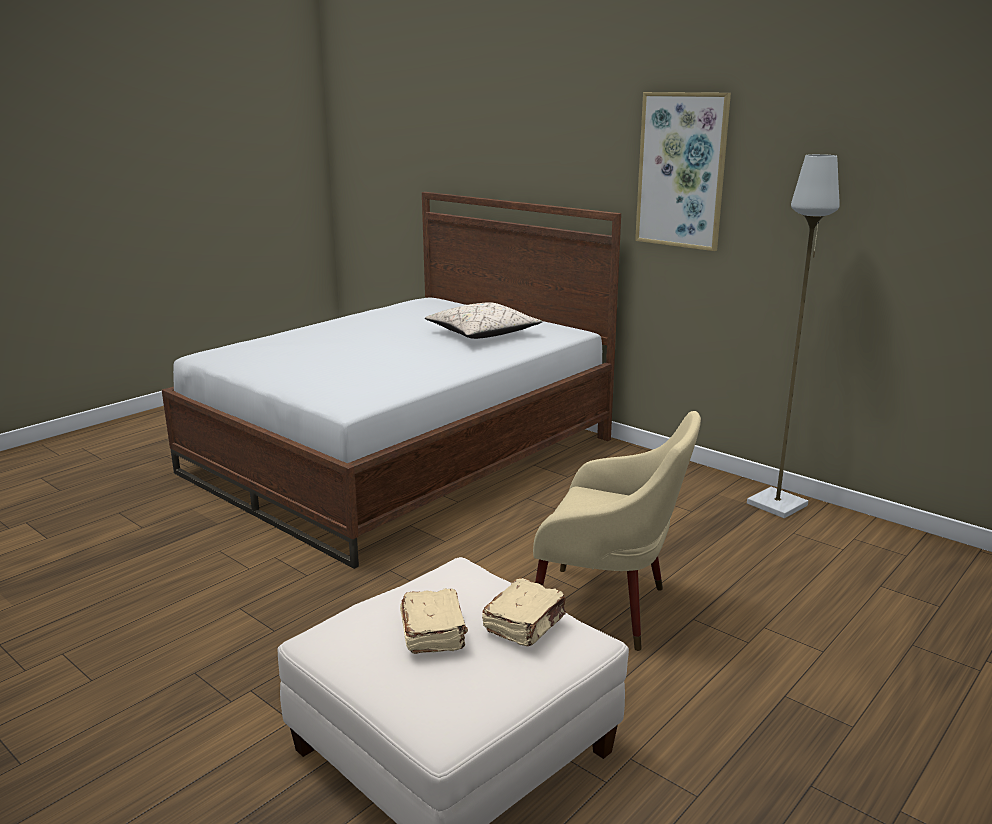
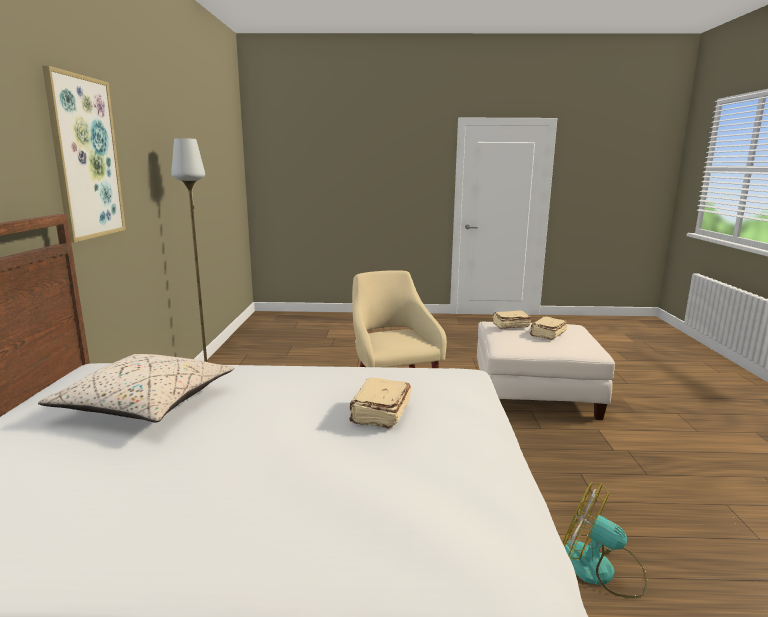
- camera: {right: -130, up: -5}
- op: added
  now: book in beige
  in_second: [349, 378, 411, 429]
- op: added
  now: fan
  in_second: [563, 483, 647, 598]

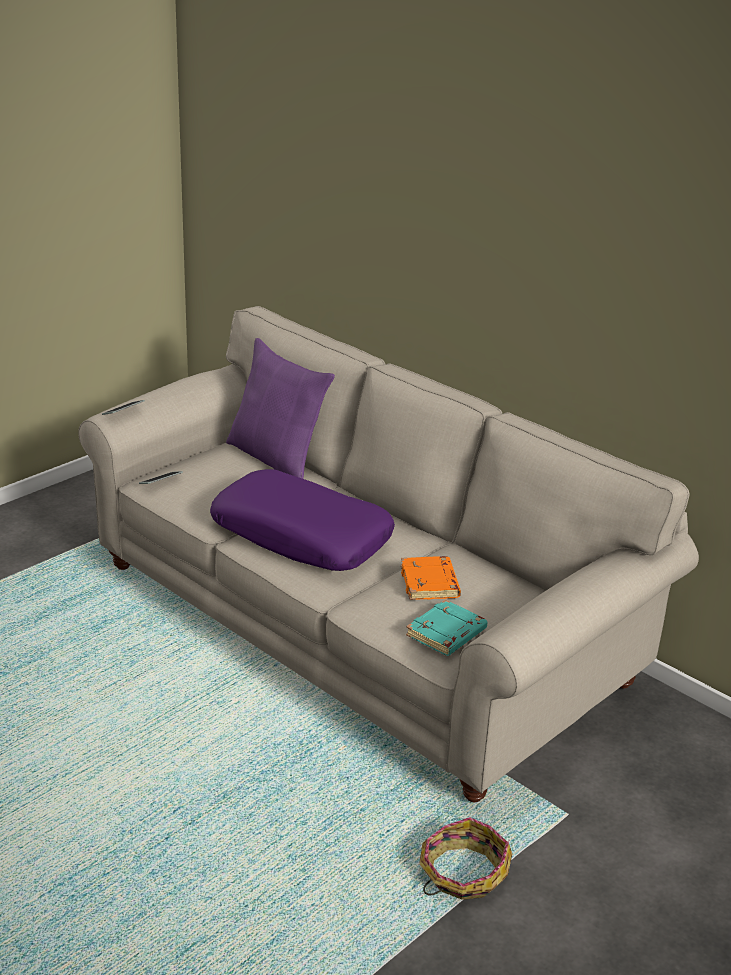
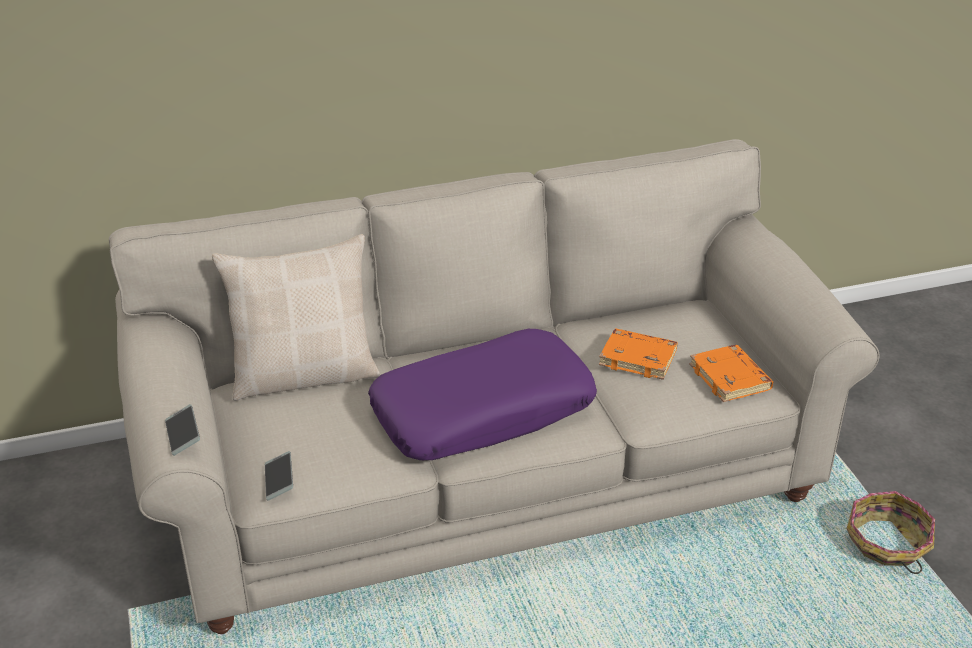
- camera: {right: -60, up: 5}
- op: recoloured
  was: pillow in purple
  now: pillow in beige
  in_first: [226, 338, 335, 479]
  in_second: [212, 234, 380, 401]
- op: recoloured
  was: book in turquoise
  now: book in orange
  in_first: [406, 599, 487, 656]
  in_second: [689, 345, 773, 402]

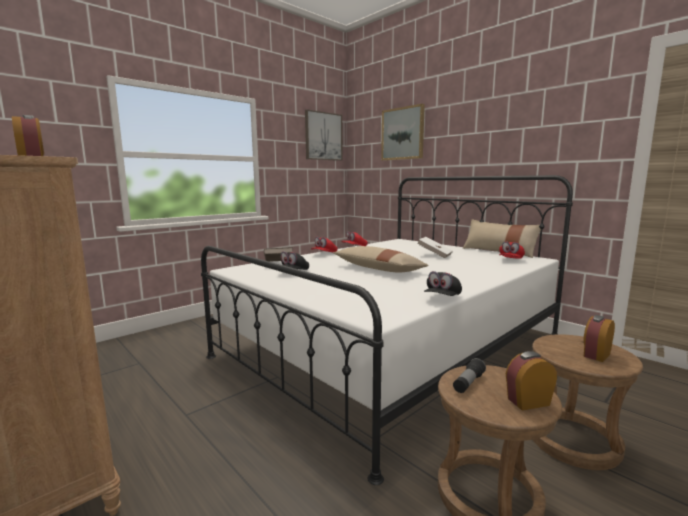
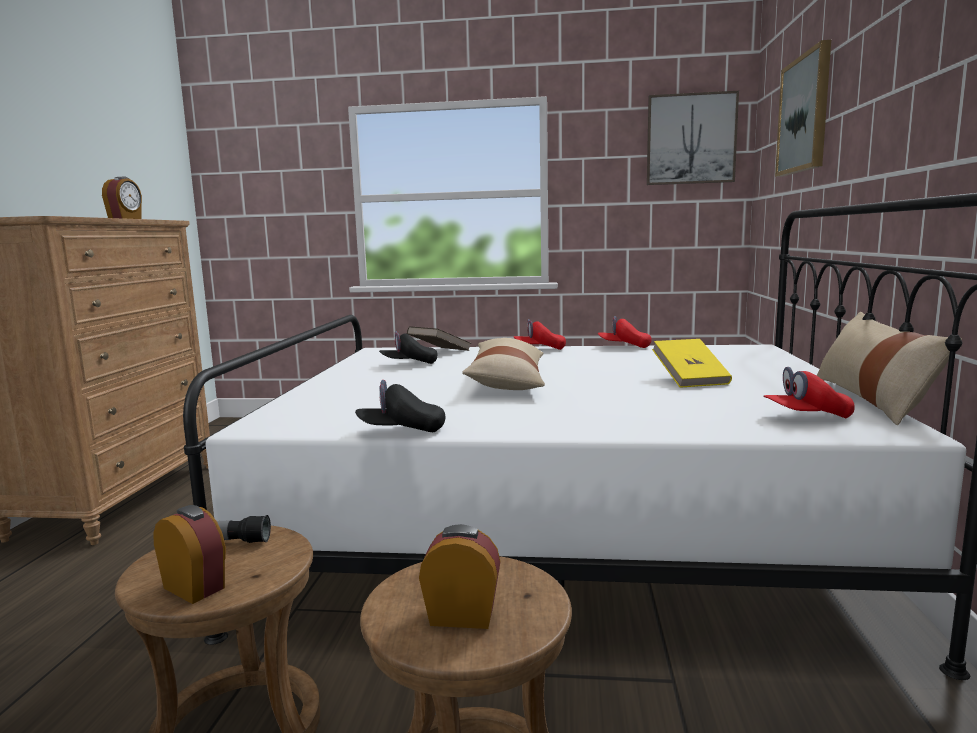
- camera: {right: 50, up: 0}
- op: recoloured
  was: book in white
  now: book in yellow
  in_first: [417, 237, 453, 259]
  in_second: [652, 339, 732, 388]

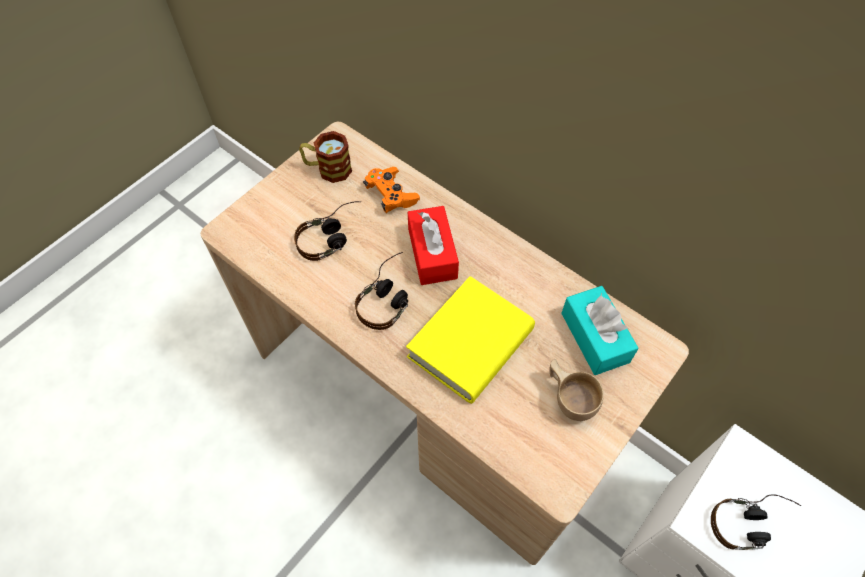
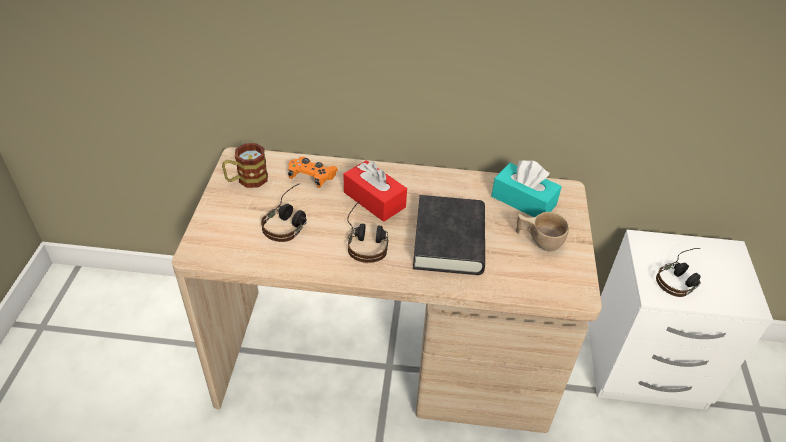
- camera: {right: -35, up: -15}
- op: recoloured
  was: book in yellow
  now: book in black
  in_first: [406, 276, 535, 404]
  in_second: [413, 195, 485, 275]

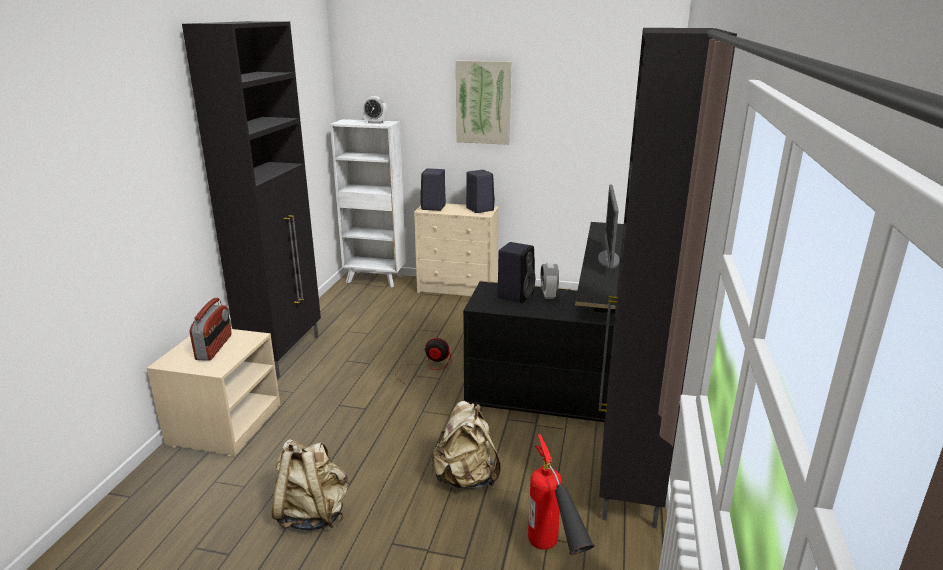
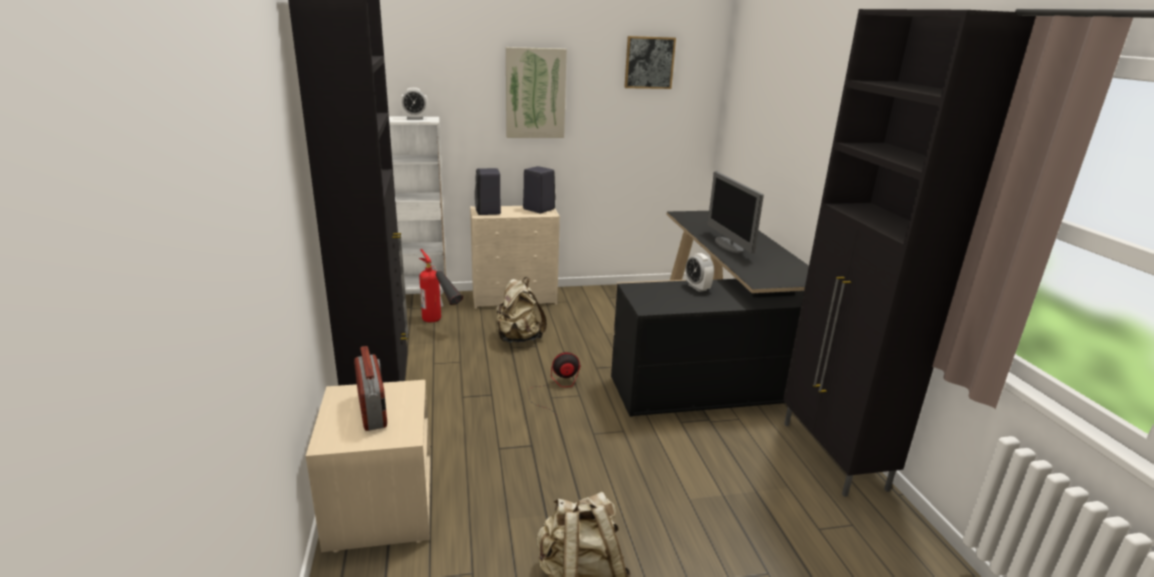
- camera: {right: -25, up: 0}
- op: removed
  was: speaker in black
  in_first: [497, 242, 535, 303]
- op: moved
  was: backpack in beige
  in_first: [432, 401, 501, 489]
  in_second: [496, 277, 547, 343]
- op: moved
  was: fire extinguisher
  in_first: [528, 434, 595, 555]
  in_second: [419, 249, 463, 322]
- op: added
  now: picture
  in_second: [624, 36, 676, 89]

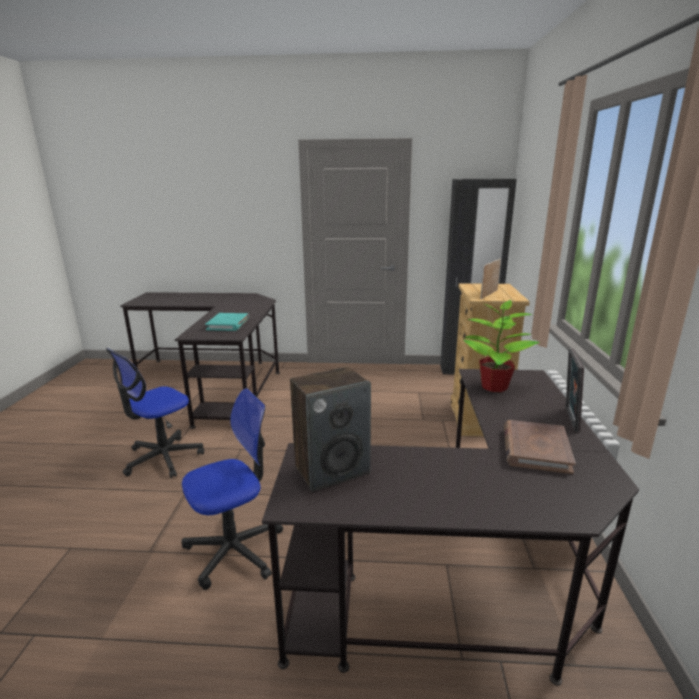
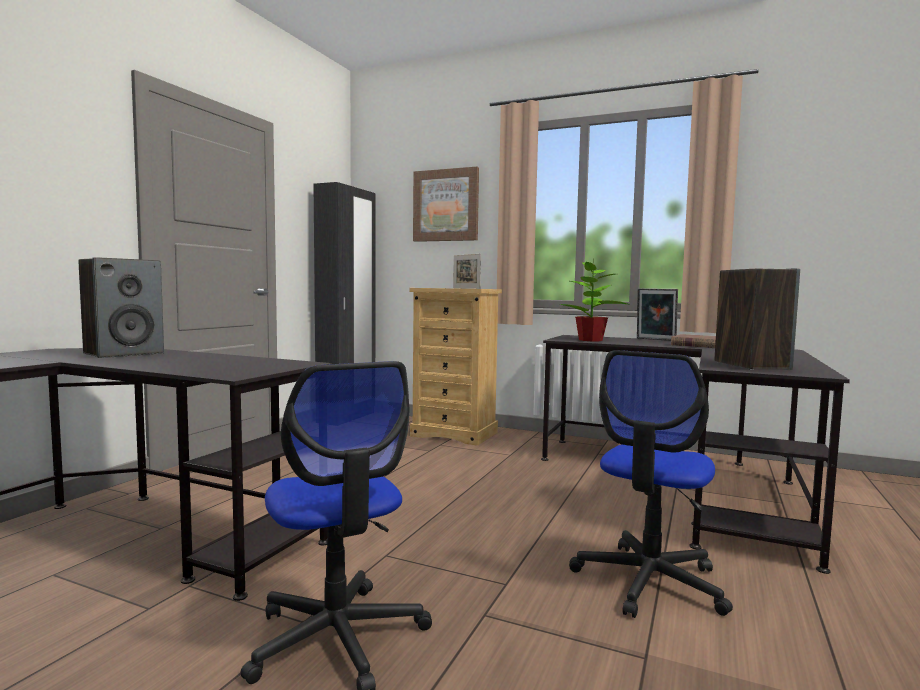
- camera: {right: -70, up: -15}
- op: removed
  was: book in turquoise
  in_first: [205, 313, 250, 331]
- op: turned
  was: office chair
  in_first: [181, 388, 283, 590]
  in_second: [569, 350, 733, 618]
  clockwise: -135
- op: added
  now: picture
  in_second: [413, 167, 479, 242]
- op: added
  now: speaker
  in_second: [79, 257, 164, 358]

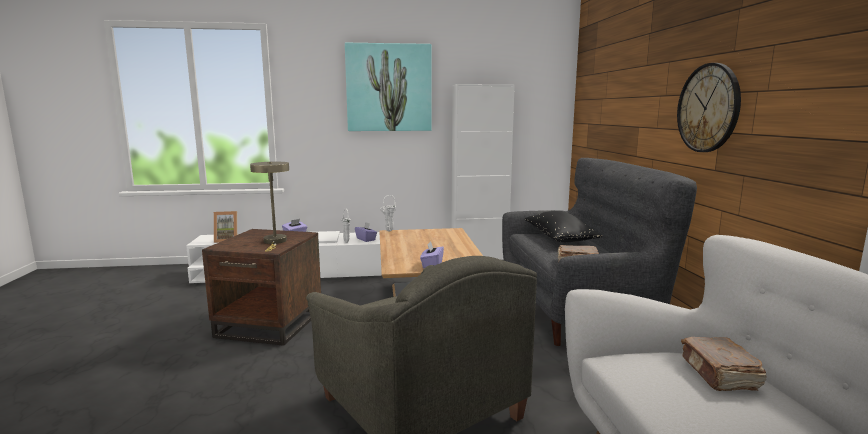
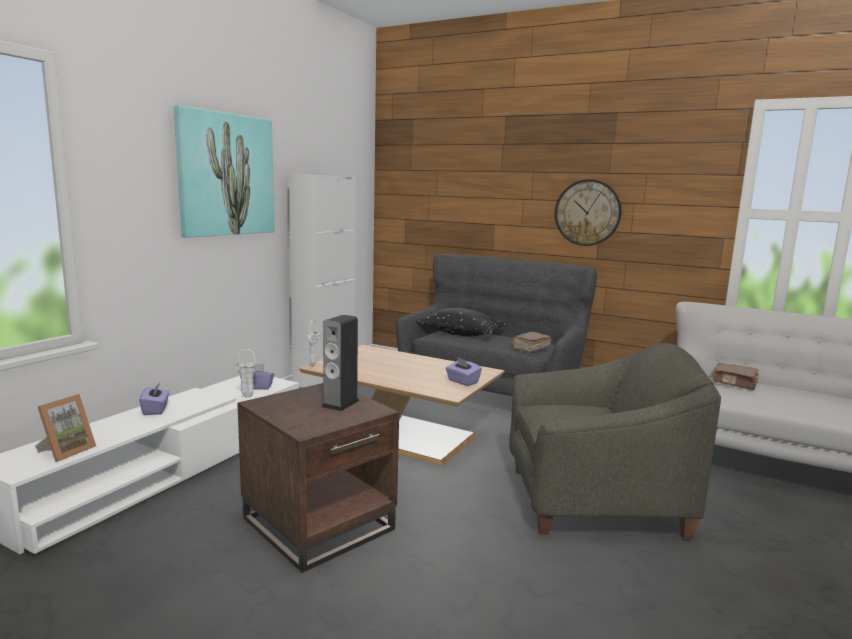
- camera: {right: -55, up: 0}
- op: replaced
  was: table lamp in beige
  now: speaker
  in_first: [250, 162, 289, 252]
  in_second: [321, 315, 360, 412]

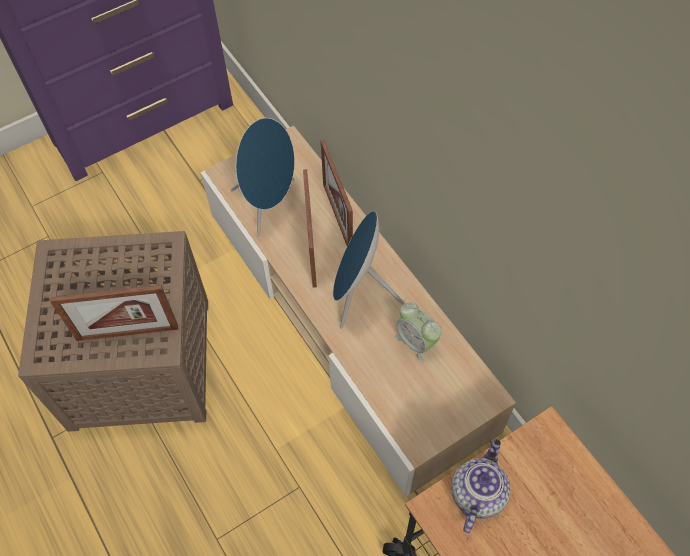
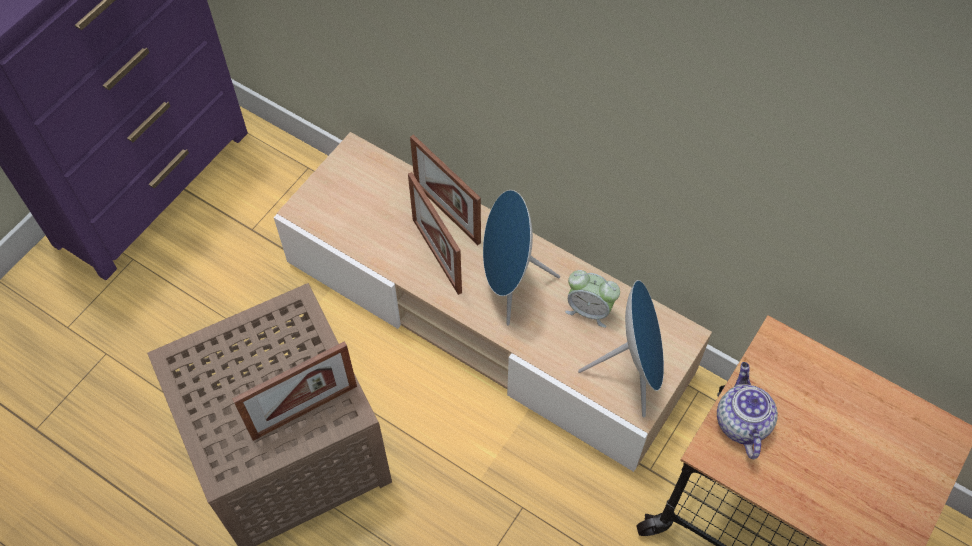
- camera: {right: -25, up: 0}
- op: moved
  was: speaker in blue
  in_first: [231, 118, 295, 237]
  in_second: [578, 280, 664, 417]

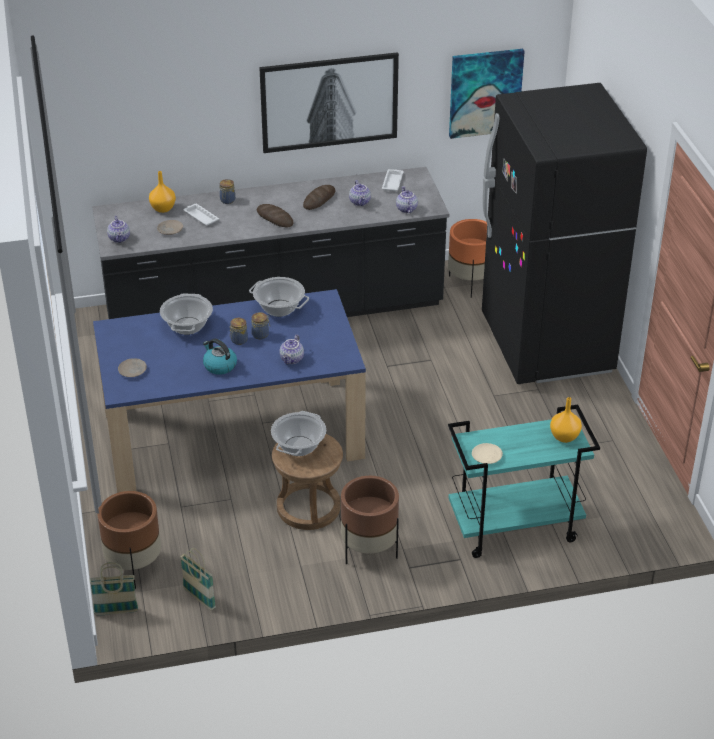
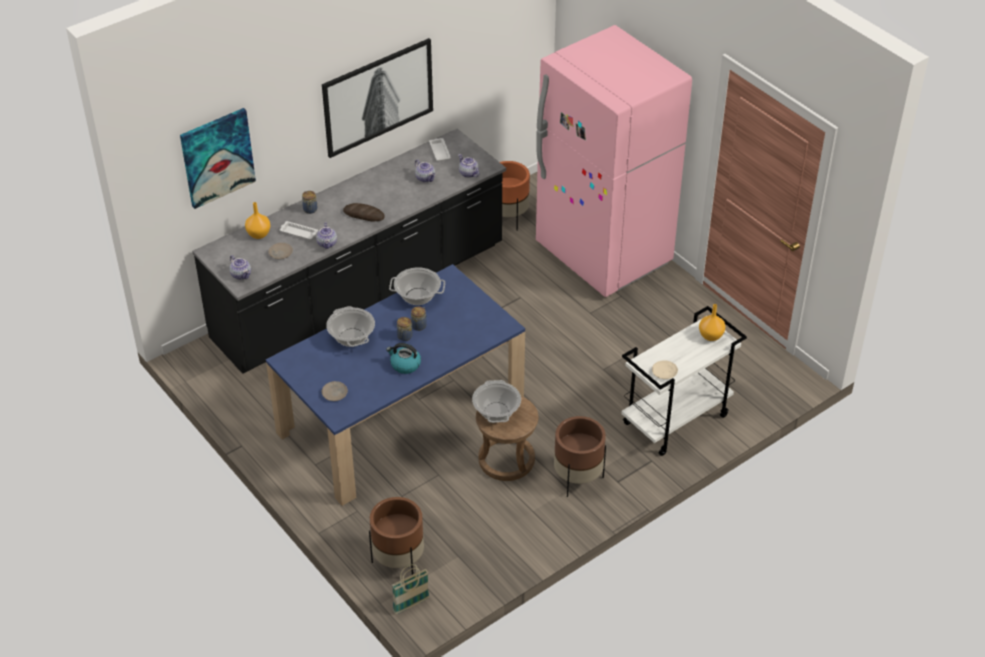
- camera: {right: -25, up: 5}
- op: moved
  was: picture
  in_first: [449, 49, 525, 139]
  in_second: [180, 108, 256, 209]
- op: recoloured
  was: fridge in black
  now: fridge in pink
  in_first: [482, 83, 647, 384]
  in_second: [536, 25, 692, 297]
- op: removed
  was: bread
  in_first: [303, 185, 335, 210]
- op: moved
  was: teapot
  in_first: [280, 334, 304, 364]
  in_second: [316, 222, 337, 249]
- op: recoloured
  was: cart in turquoise
  now: cart in white
  in_first: [448, 405, 600, 558]
  in_second: [621, 306, 747, 456]
- op: removed
  was: basket
  in_first: [180, 548, 216, 610]

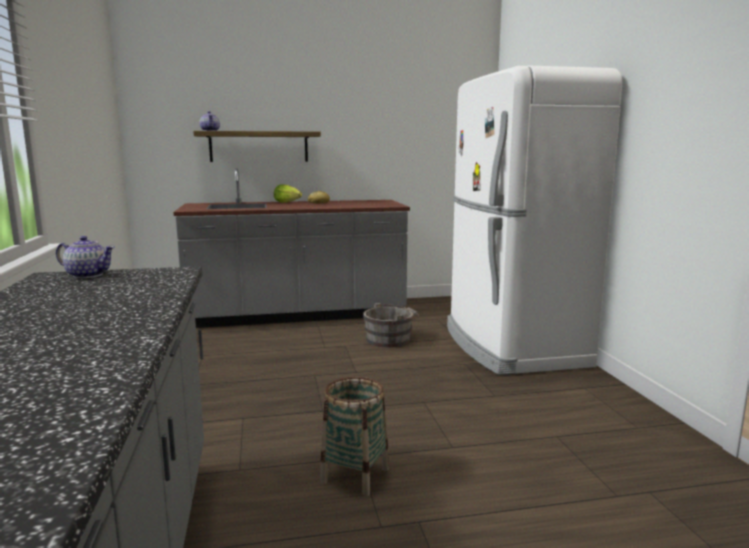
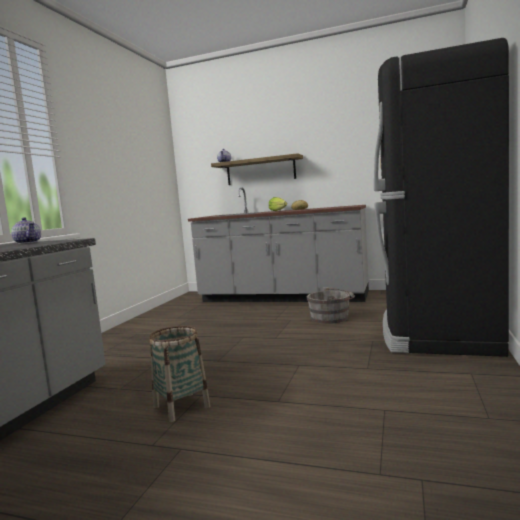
- camera: {right: 30, up: -5}
- op: recoloured
  was: fridge in white
  now: fridge in black
  in_first: [447, 65, 622, 375]
  in_second: [374, 38, 509, 357]

